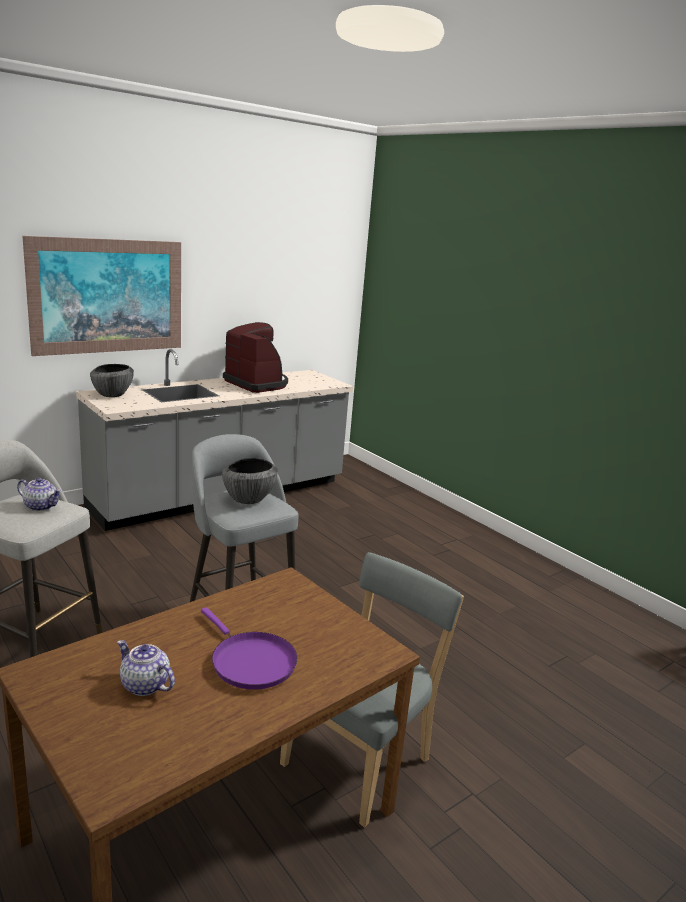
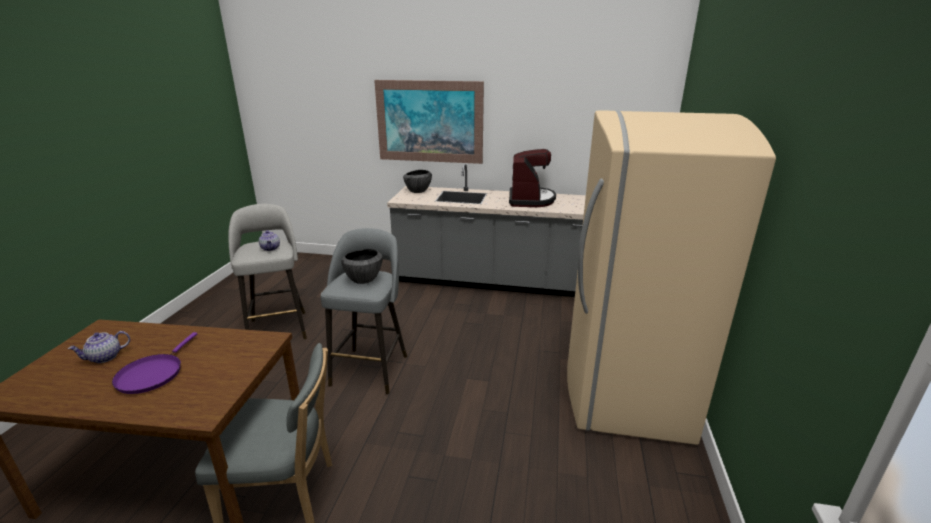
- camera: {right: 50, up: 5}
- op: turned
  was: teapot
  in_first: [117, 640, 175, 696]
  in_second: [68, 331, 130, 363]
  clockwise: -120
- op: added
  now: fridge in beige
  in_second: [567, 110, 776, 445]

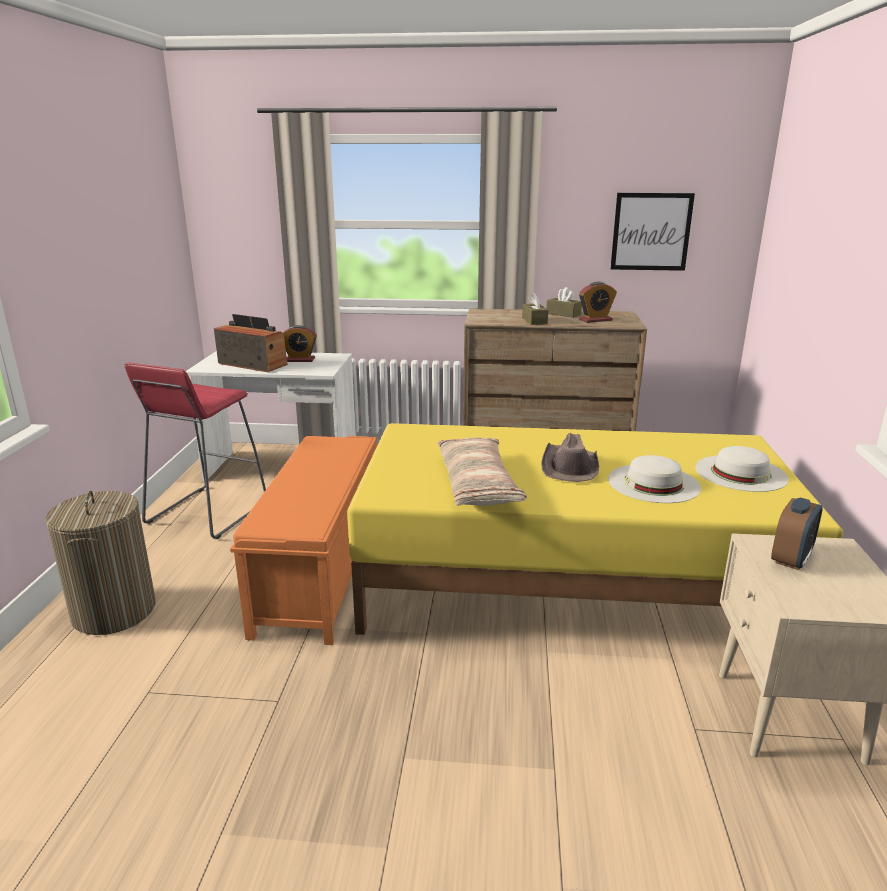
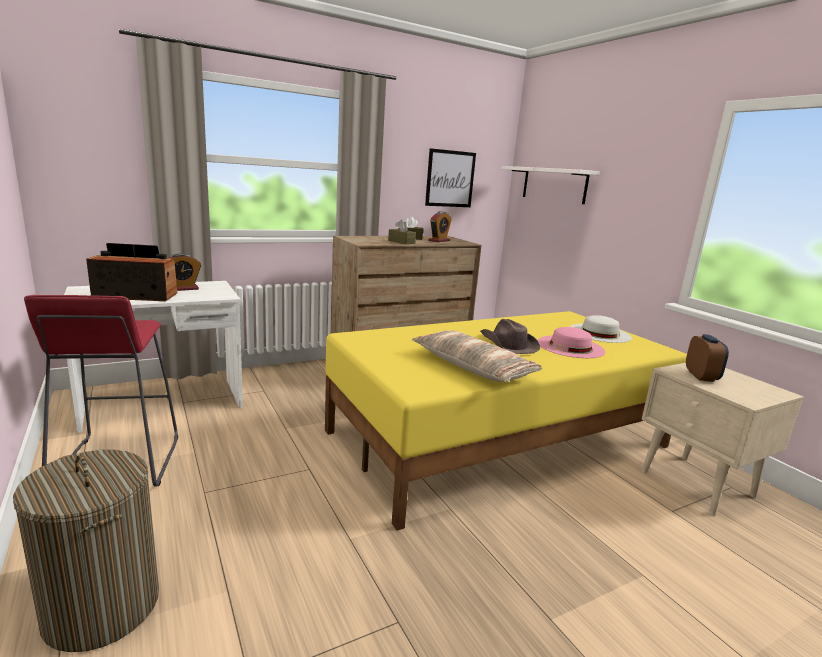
- camera: {right: -35, up: -5}
- op: removed
  was: bench in orange
  in_first: [230, 436, 378, 645]
- op: recoloured
  was: hat in white
  now: hat in pink
  in_first: [608, 455, 701, 503]
  in_second: [538, 327, 605, 358]
- op: added
  now: shelf in white
  in_second: [501, 166, 600, 204]

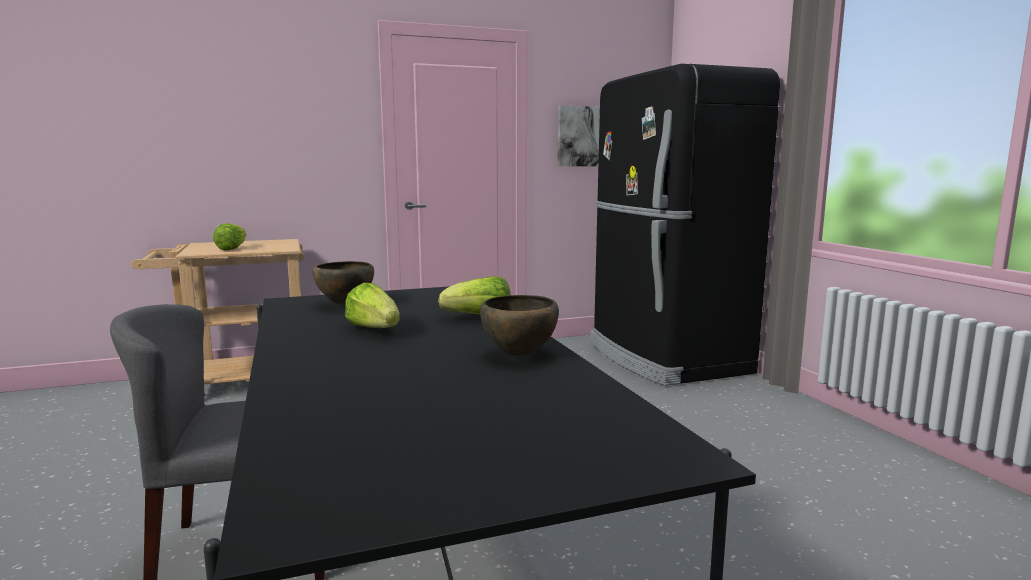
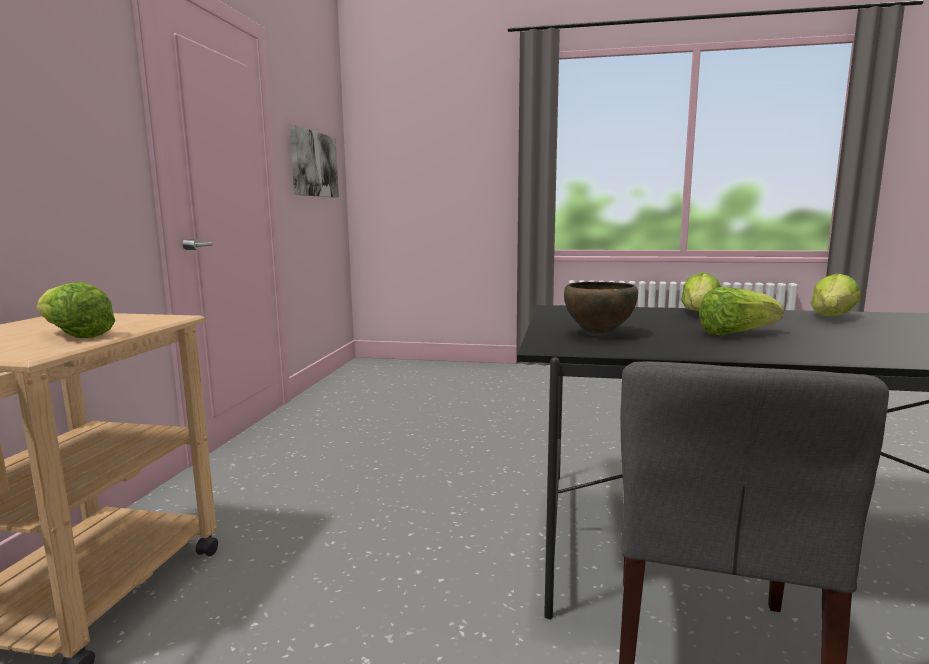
- camera: {right: -60, up: 0}
- op: removed
  was: fridge in black
  in_first: [590, 64, 780, 386]
- op: replaced
  was: bowl in brown
  now: lettuce
  in_first: [480, 295, 559, 356]
  in_second: [811, 273, 861, 316]

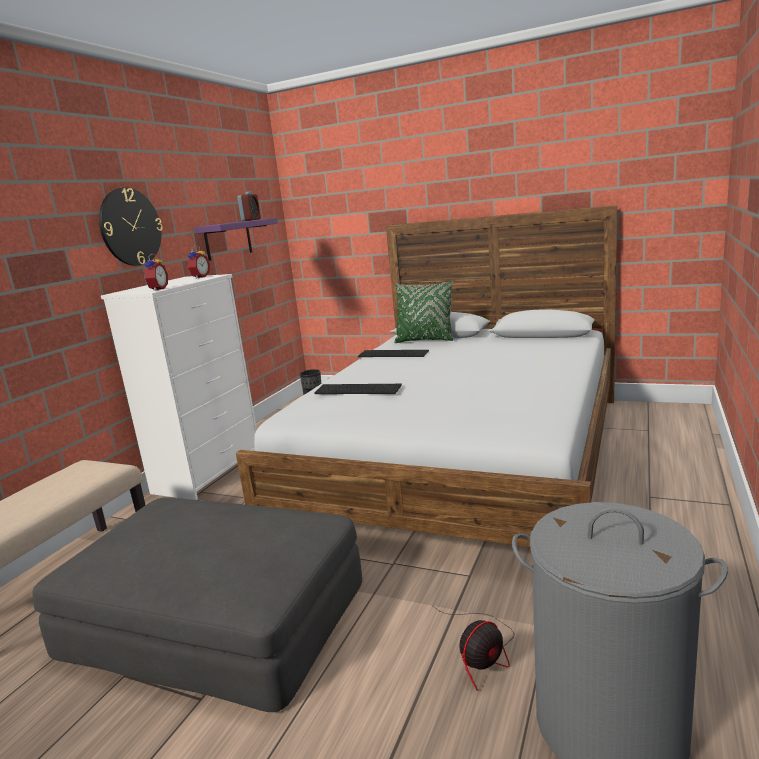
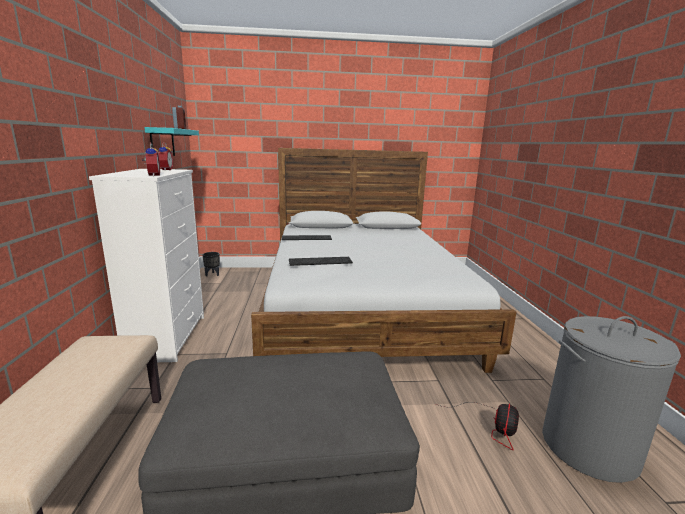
- camera: {right: -30, up: 0}
- op: removed
  was: wall clock
  in_first: [99, 187, 163, 266]
- op: recoloured
  was: shelf in purple
  now: shelf in turquoise
  in_first: [194, 218, 278, 261]
  in_second: [144, 127, 199, 156]
- op: removed
  was: pillow in green
  in_first: [394, 281, 453, 343]

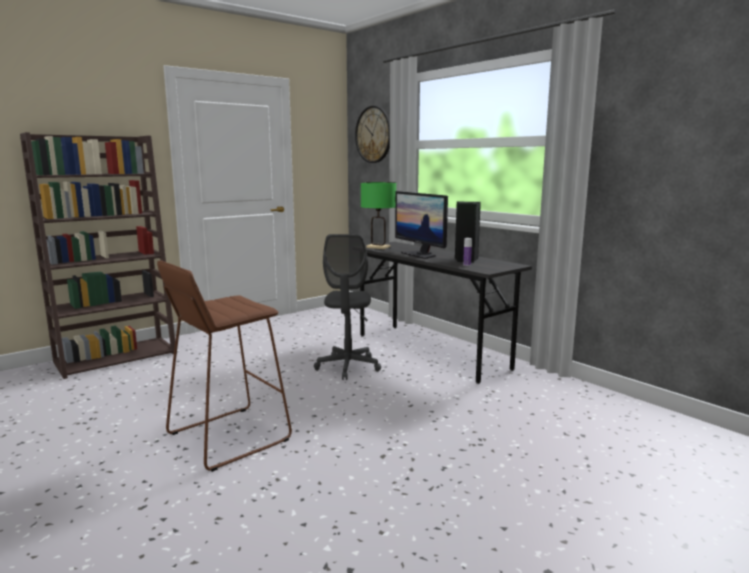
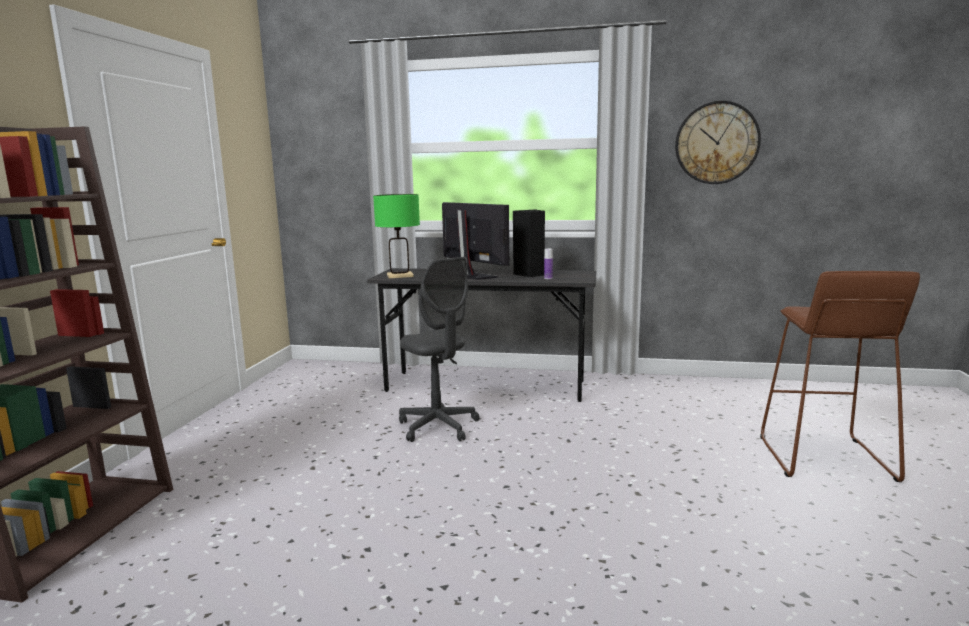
- camera: {right: -40, up: 0}
- op: moved
  was: wall clock
  in_first: [355, 106, 390, 163]
  in_second: [675, 101, 761, 184]
- op: turned
  was: monitor
  in_first: [395, 191, 448, 259]
  in_second: [442, 202, 509, 280]
  clockwise: -150
- op: moved
  was: stool in brown
  in_first: [157, 261, 292, 472]
  in_second: [760, 271, 920, 482]

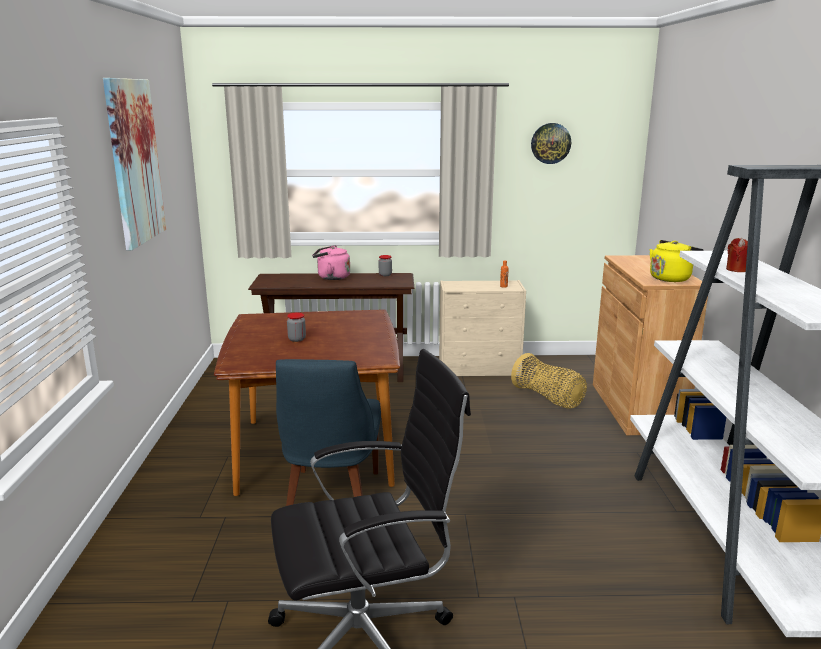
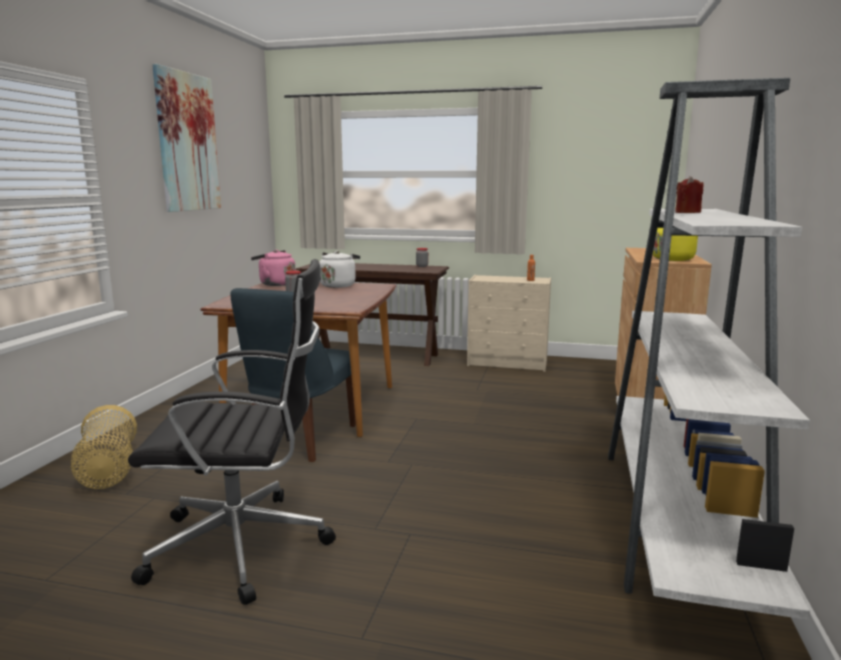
- camera: {right: 15, up: -5}
- op: removed
  was: wall clock
  in_first: [531, 123, 571, 164]
- op: moved
  was: kettle in pink
  in_first: [312, 245, 350, 280]
  in_second: [251, 250, 296, 286]
- op: moved
  was: basket
  in_first: [511, 353, 587, 408]
  in_second: [71, 405, 137, 489]
- op: added
  now: kettle in white
  in_second: [319, 251, 360, 288]

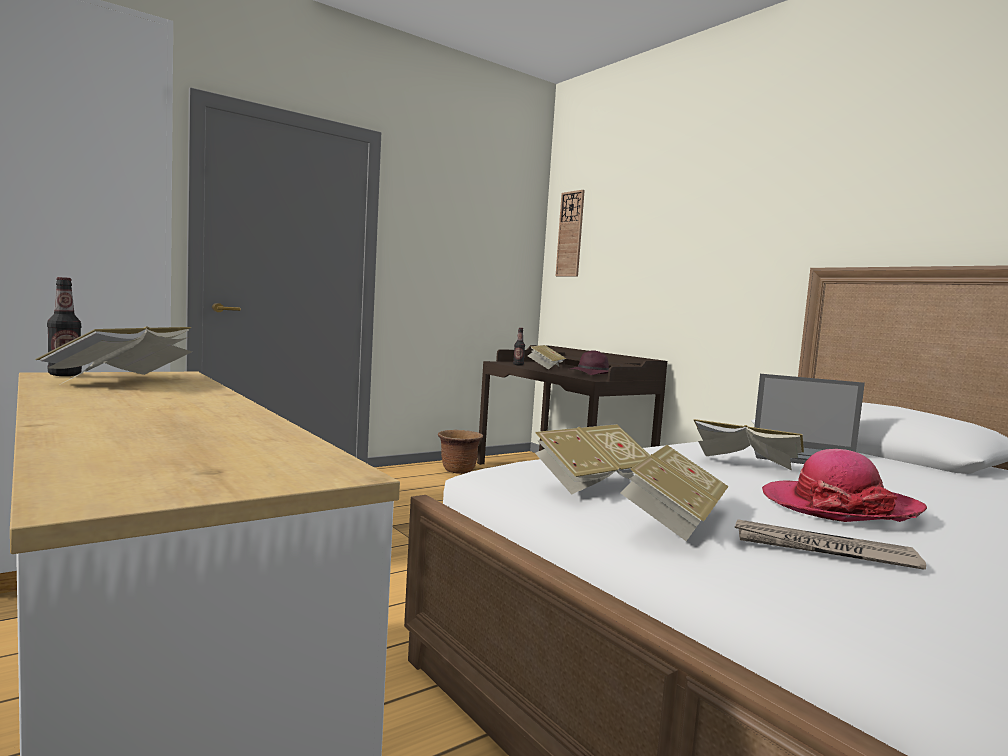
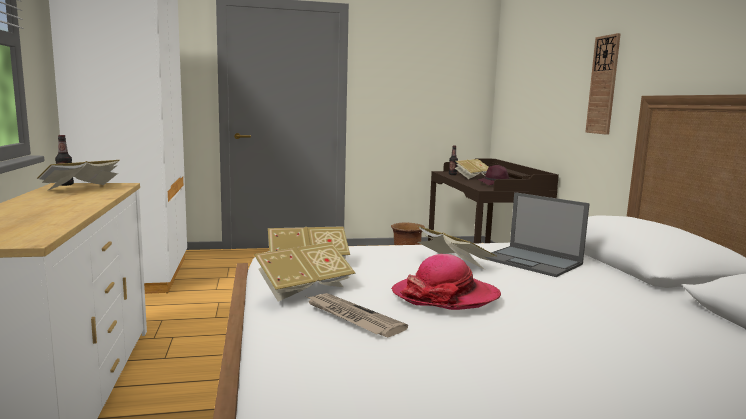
- camera: {right: 25, up: 5}
- op: moved
  was: wall clock
  in_first: [556, 190, 585, 276]
  in_second: [585, 33, 621, 135]

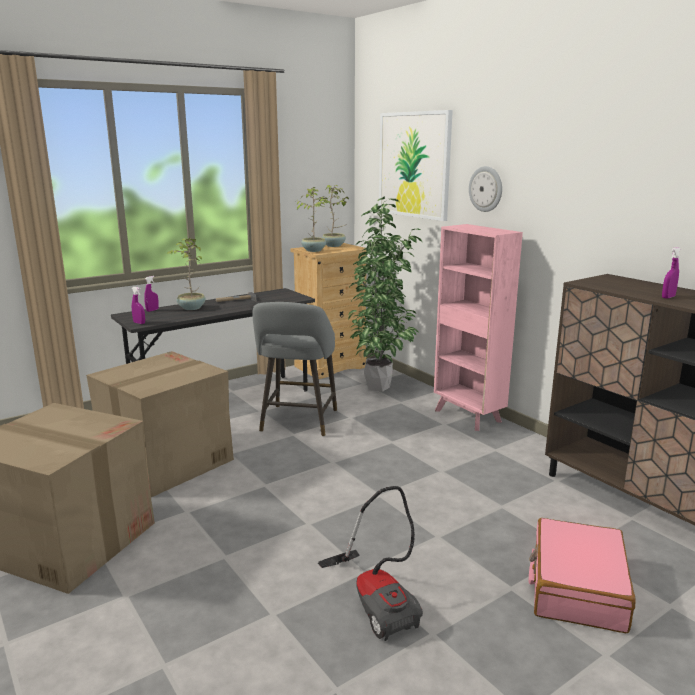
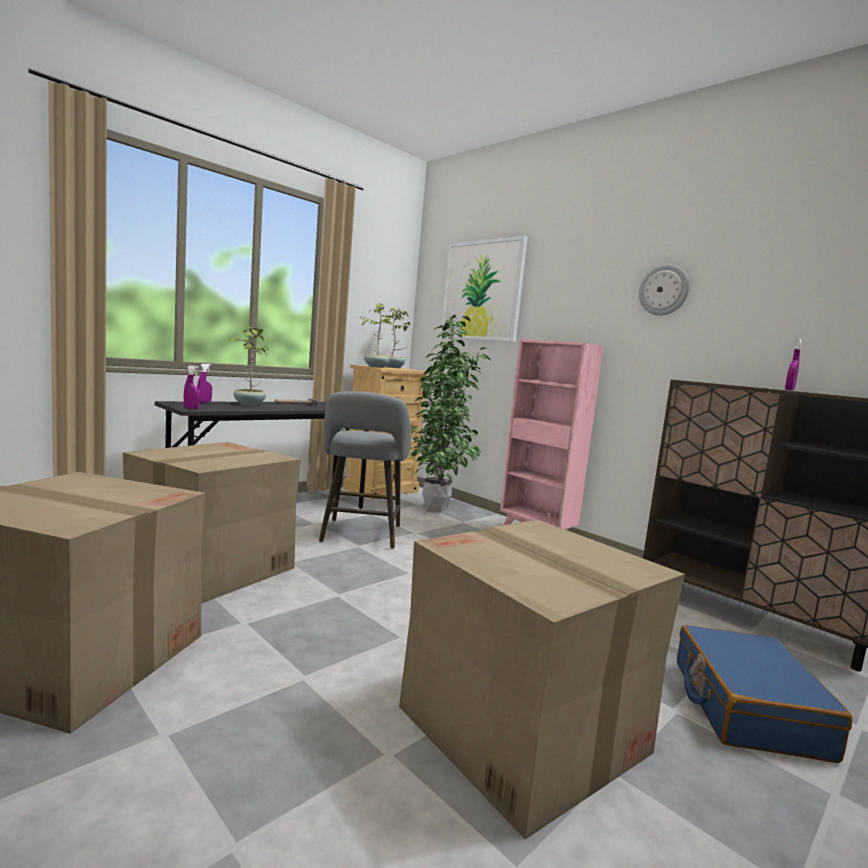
- camera: {right: -10, up: -10}
- op: moved
  was: wall clock
  in_first: [469, 166, 502, 212]
  in_second: [639, 264, 689, 316]
- op: replaced
  was: vacuum cleaner
  now: cardboard box
  in_first: [318, 486, 423, 641]
  in_second: [399, 520, 685, 839]
- op: recoloured
  was: suitcase in pink
  now: suitcase in blue
  in_first: [529, 518, 635, 633]
  in_second: [677, 625, 852, 763]

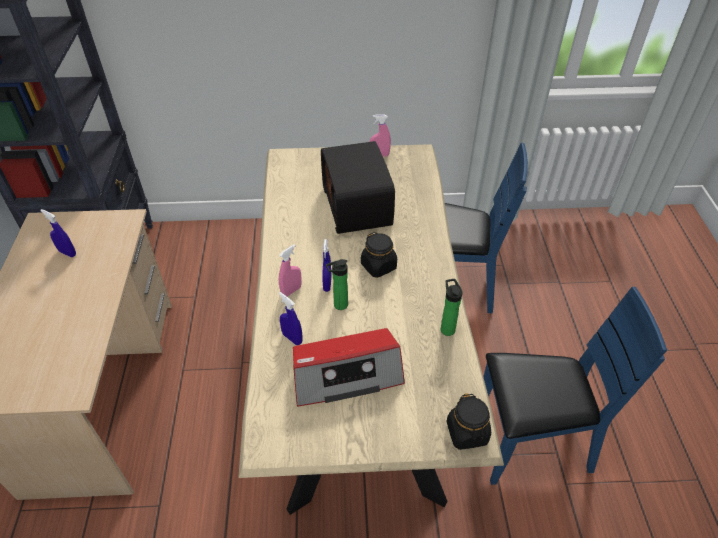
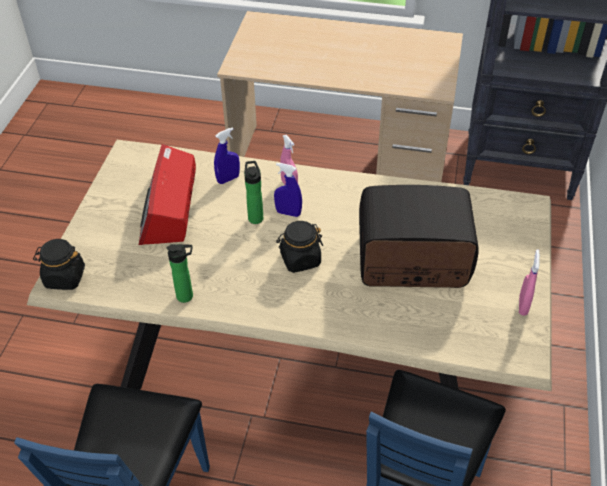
- camera: {right: 105, up: 0}
- op: removed
  was: spray bottle in blue
  in_first: [40, 209, 76, 257]

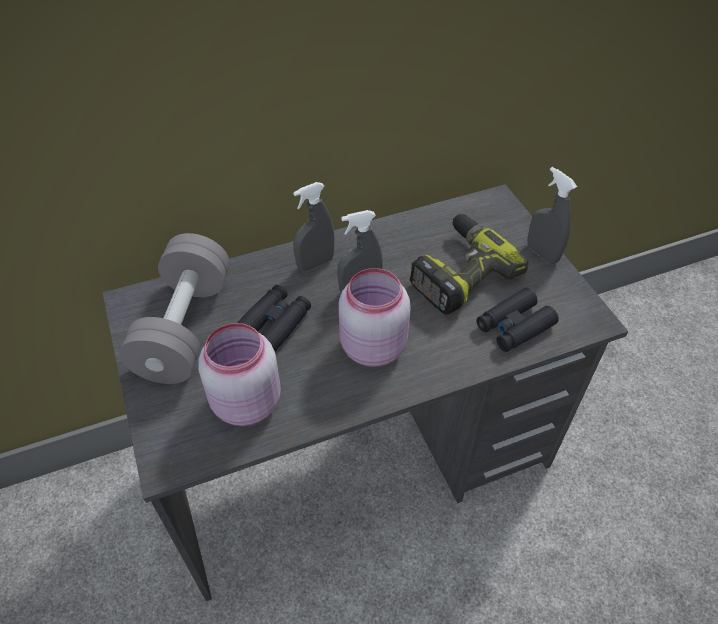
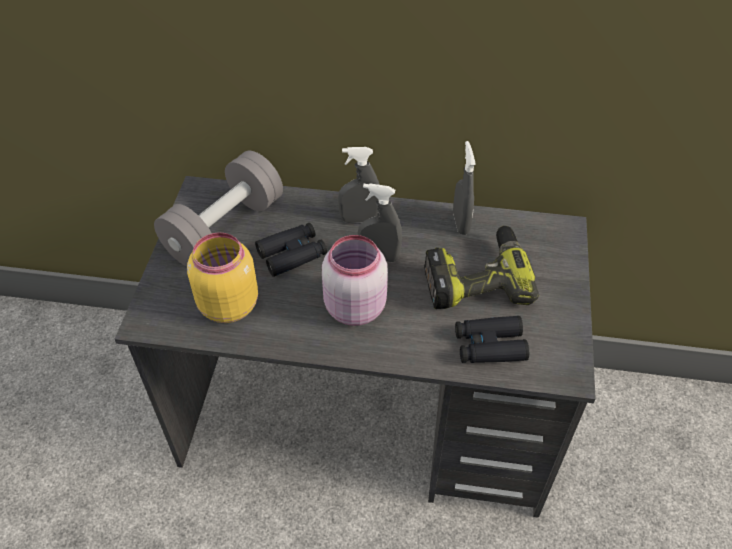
- camera: {right: 30, up: 0}
- op: moved
  was: spray bottle in grey
  in_first: [527, 167, 577, 264]
  in_second: [453, 141, 476, 235]
- op: recoloured
  was: jar in pink
  now: jar in yellow
  in_first: [198, 323, 281, 426]
  in_second: [187, 232, 258, 323]

